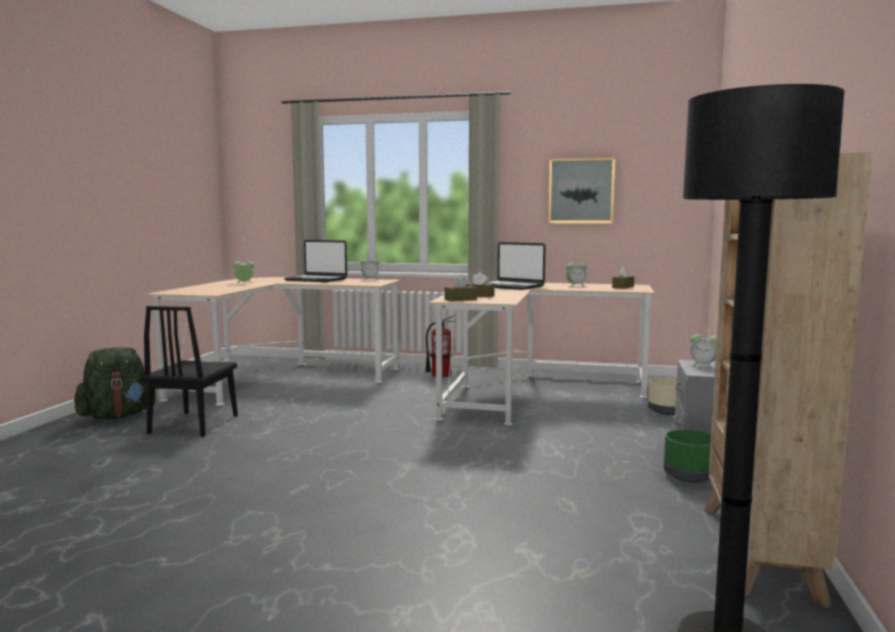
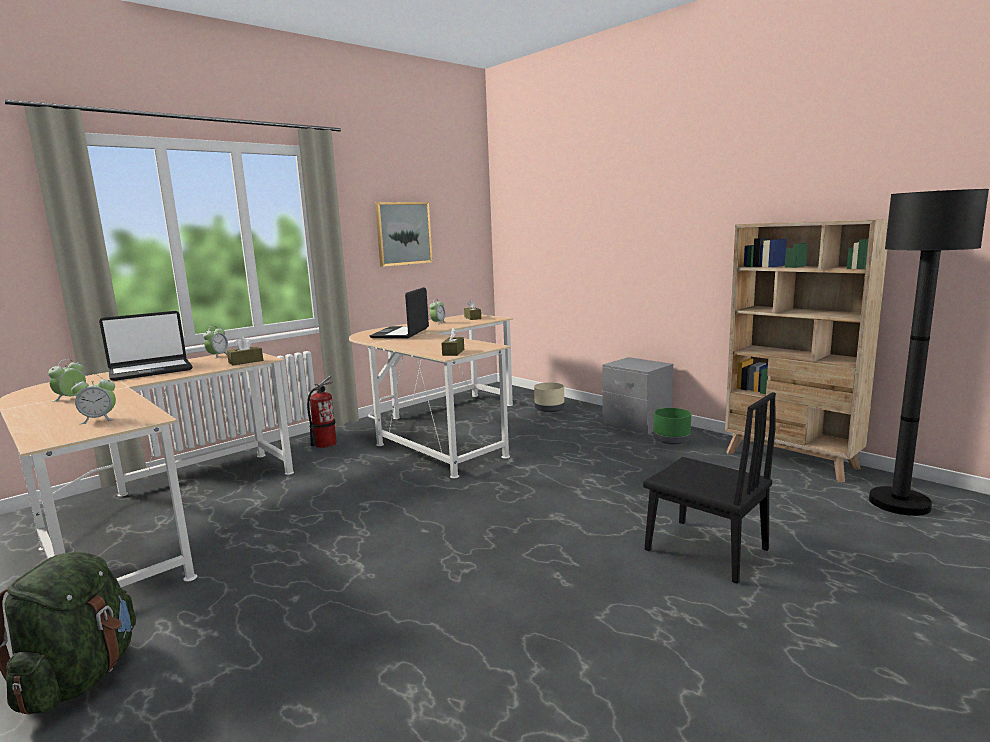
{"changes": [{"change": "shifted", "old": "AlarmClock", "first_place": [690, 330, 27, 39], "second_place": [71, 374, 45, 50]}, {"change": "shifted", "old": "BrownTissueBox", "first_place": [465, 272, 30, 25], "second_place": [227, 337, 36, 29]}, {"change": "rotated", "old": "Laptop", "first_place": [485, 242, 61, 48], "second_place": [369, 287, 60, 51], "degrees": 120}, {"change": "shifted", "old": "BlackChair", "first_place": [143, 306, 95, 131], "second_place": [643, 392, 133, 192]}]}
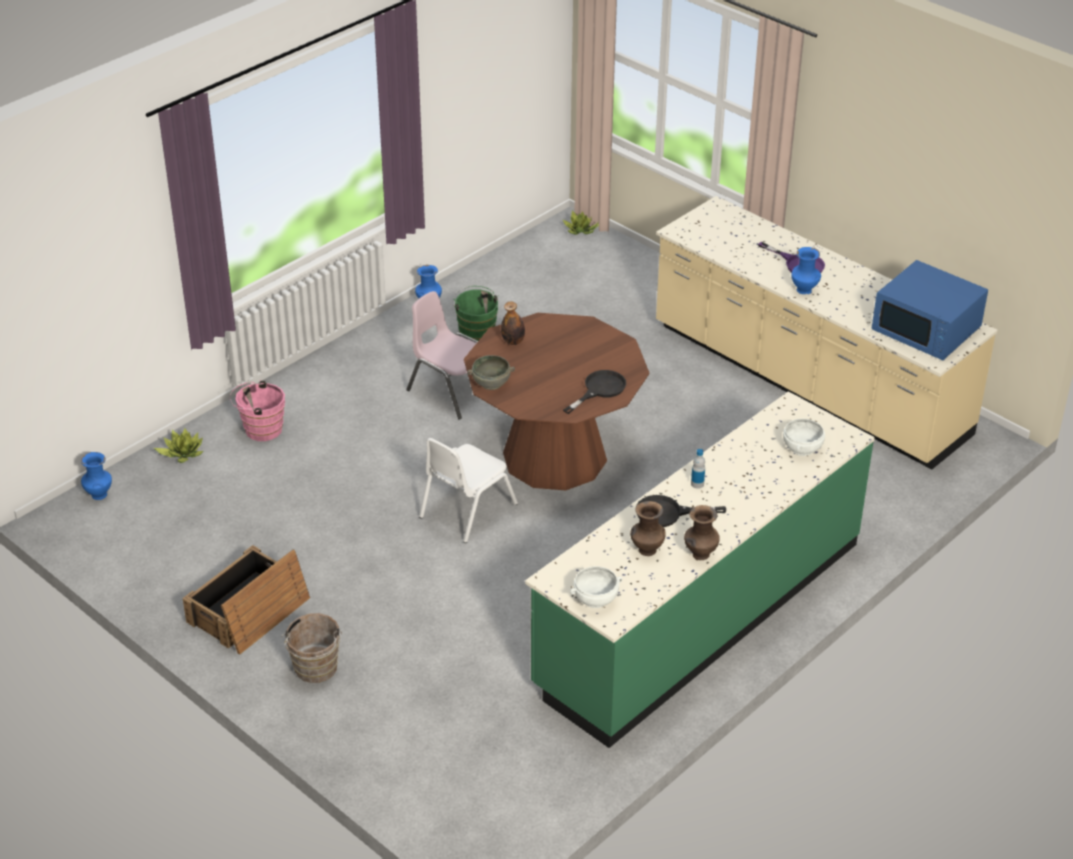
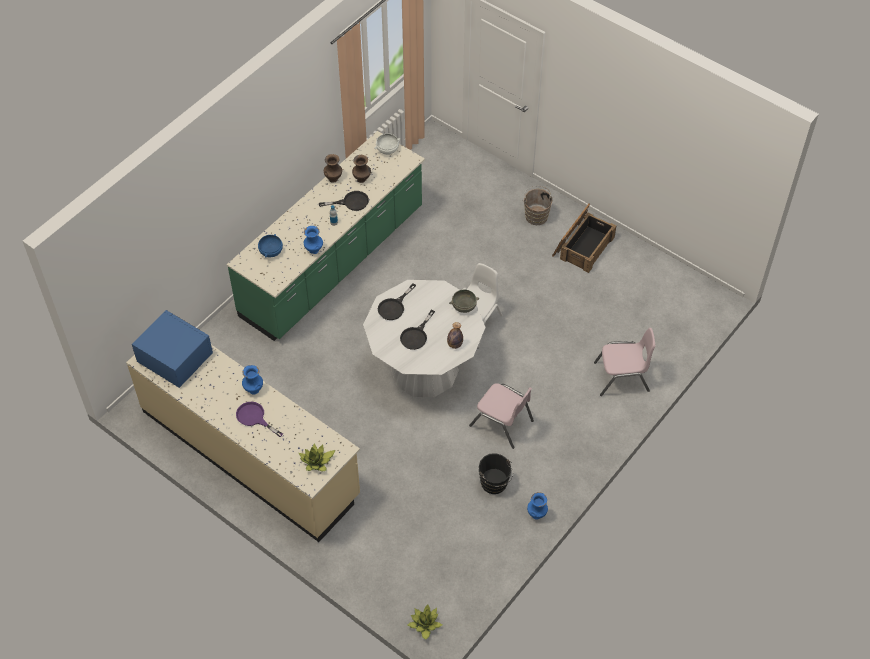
{"changes": [{"change": "repainted", "old": "WhiteBowl", "new": "BlueBowl", "first_place": [783, 419, 42, 37], "second_place": [258, 234, 25, 24]}, {"change": "shifted", "old": "PottedPlant", "first_place": [154, 428, 49, 35], "second_place": [299, 443, 36, 29]}, {"change": "shifted", "old": "BlueVase", "first_place": [81, 452, 31, 48], "second_place": [304, 226, 19, 28]}, {"change": "repainted", "old": "BrownDiningTable", "new": "WhiteDiningTable", "first_place": [464, 313, 186, 177], "second_place": [363, 280, 123, 117]}, {"change": "new", "new": "BlackFryingPan", "second_place": [400, 310, 35, 40]}, {"change": "repainted", "old": "GreenBucket", "new": "BlackBucket", "first_place": [453, 286, 46, 55], "second_place": [479, 453, 34, 41]}, {"change": "swapped", "old": "PinkBucket", "new": "PinkChair", "first_place": [230, 380, 55, 61], "second_place": [594, 328, 61, 68]}]}
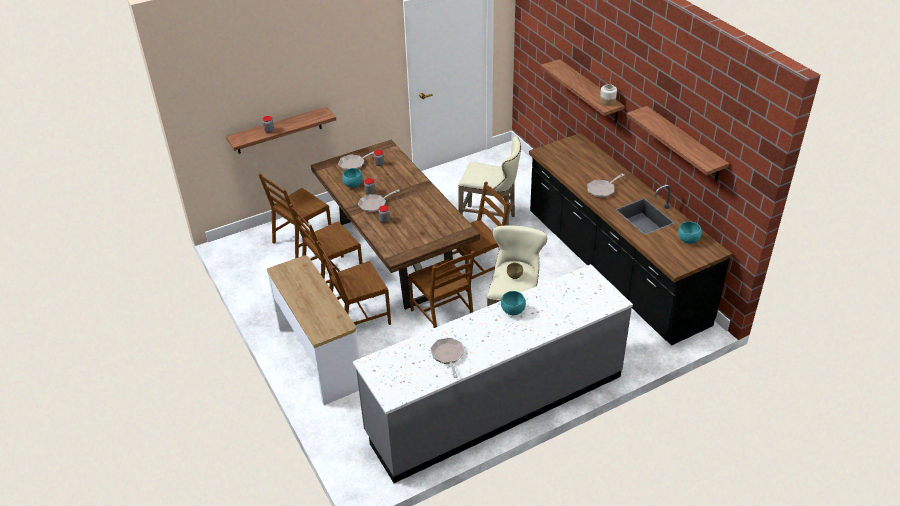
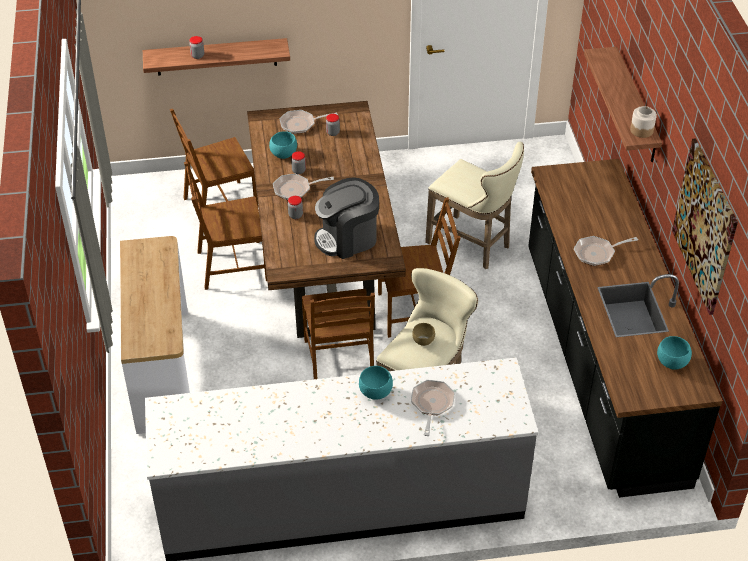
{"changes": [{"change": "new", "new": "CoffeeMachine", "second_place": [314, 177, 65, 82]}, {"change": "shifted", "old": "FryingPan", "first_place": [430, 338, 34, 40], "second_place": [411, 380, 44, 56]}, {"change": "swapped", "old": "Shelf", "new": "Picture", "first_place": [626, 106, 103, 75], "second_place": [672, 138, 66, 177]}, {"change": "gone", "old": "BrownChair", "first_place": [316, 241, 75, 84]}]}
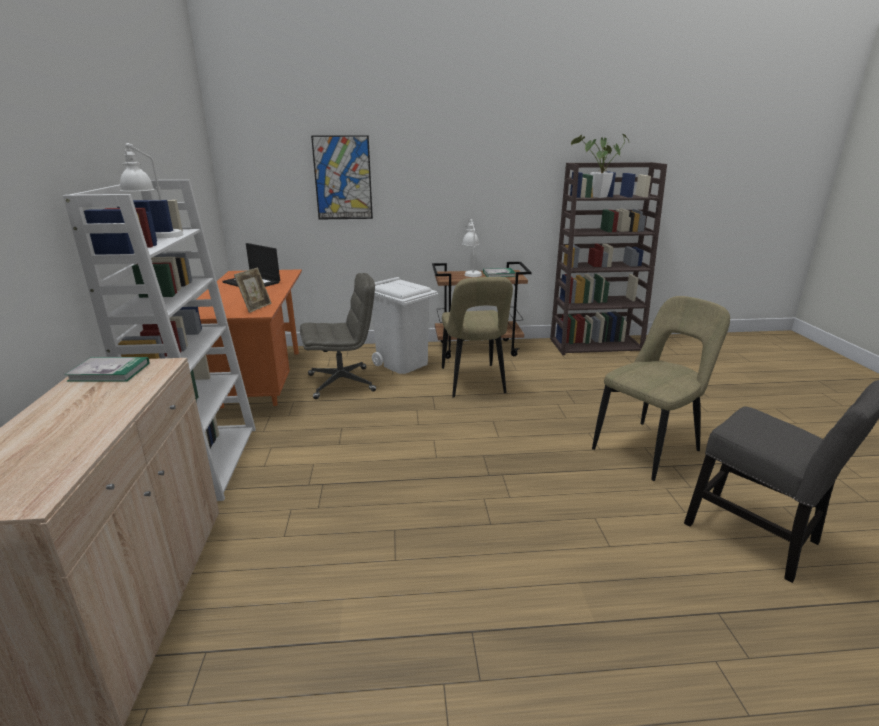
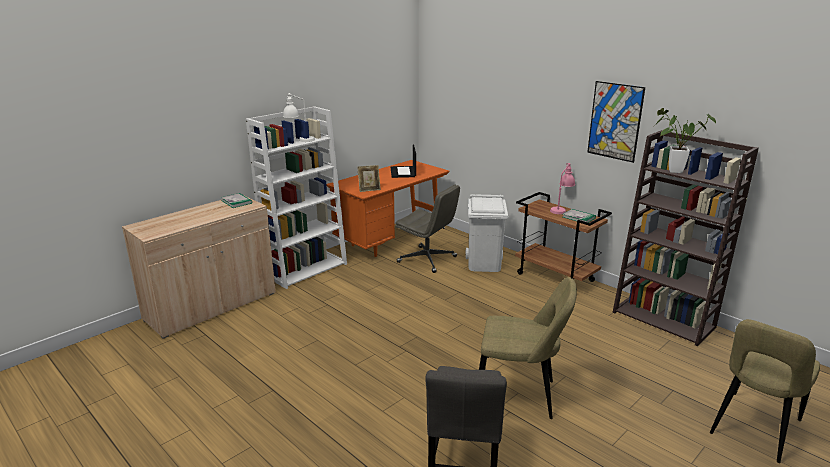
{"changes": [{"change": "repainted", "old": "WhiteTableLamp", "new": "PinkTableLamp", "first_place": [462, 219, 20, 58], "second_place": [550, 163, 25, 51]}, {"change": "shifted", "old": "Picture", "first_place": [311, 136, 62, 83], "second_place": [587, 81, 58, 82]}, {"change": "shifted", "old": "BeigeChair", "first_place": [442, 277, 71, 121], "second_place": [710, 319, 110, 144]}]}
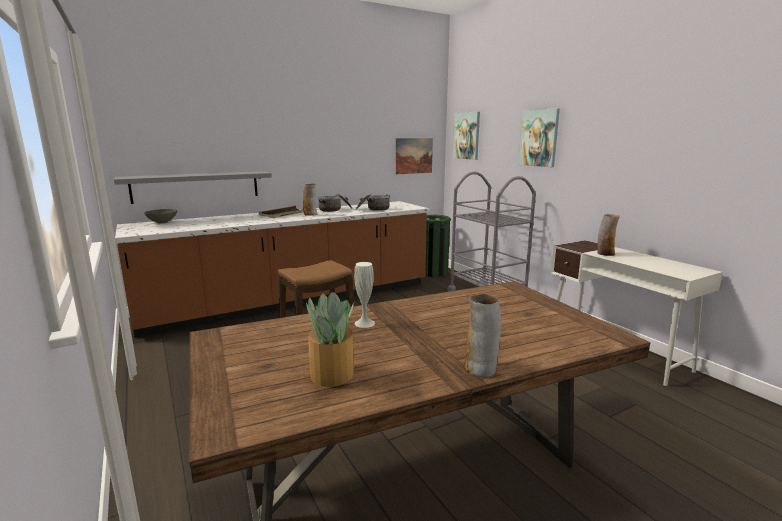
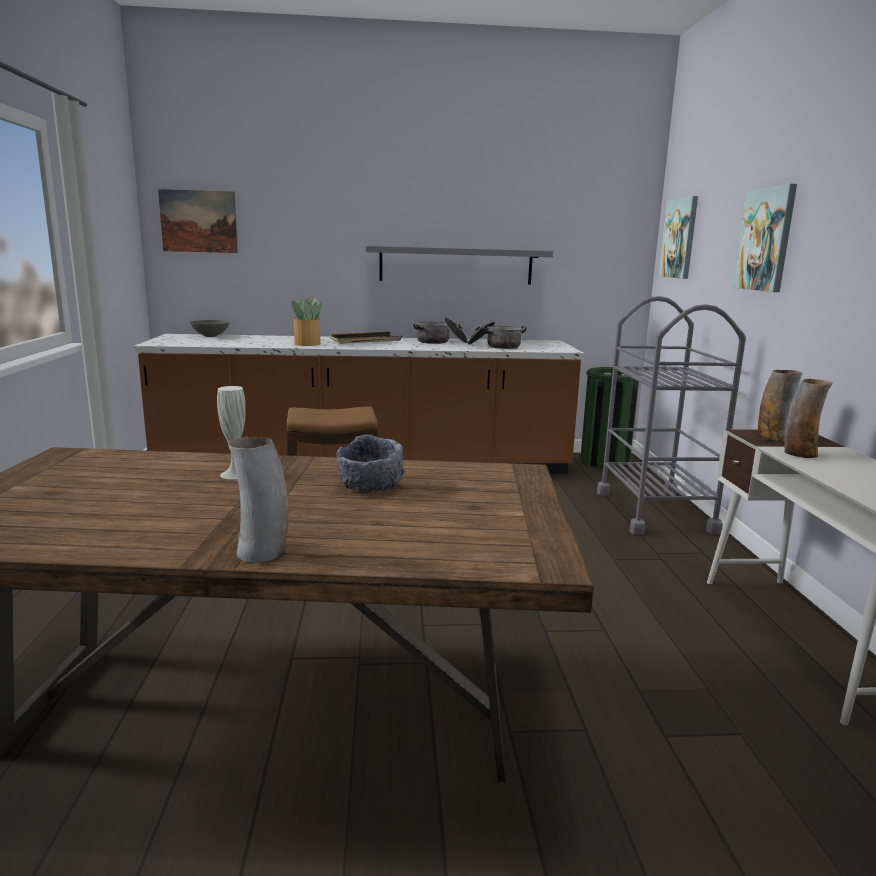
{"changes": [{"change": "shifted", "old": "Picture", "first_place": [395, 138, 38, 36], "second_place": [158, 189, 80, 64]}, {"change": "shifted", "old": "PottedPlant", "first_place": [306, 292, 48, 95], "second_place": [291, 298, 31, 48]}, {"change": "new", "new": "GreyBowl", "second_place": [337, 434, 68, 60]}, {"change": "shifted", "old": "GreyShelf", "first_place": [114, 171, 158, 33], "second_place": [366, 246, 187, 38]}, {"change": "shifted", "old": "Vase", "first_place": [303, 184, 14, 32], "second_place": [758, 370, 45, 72]}]}
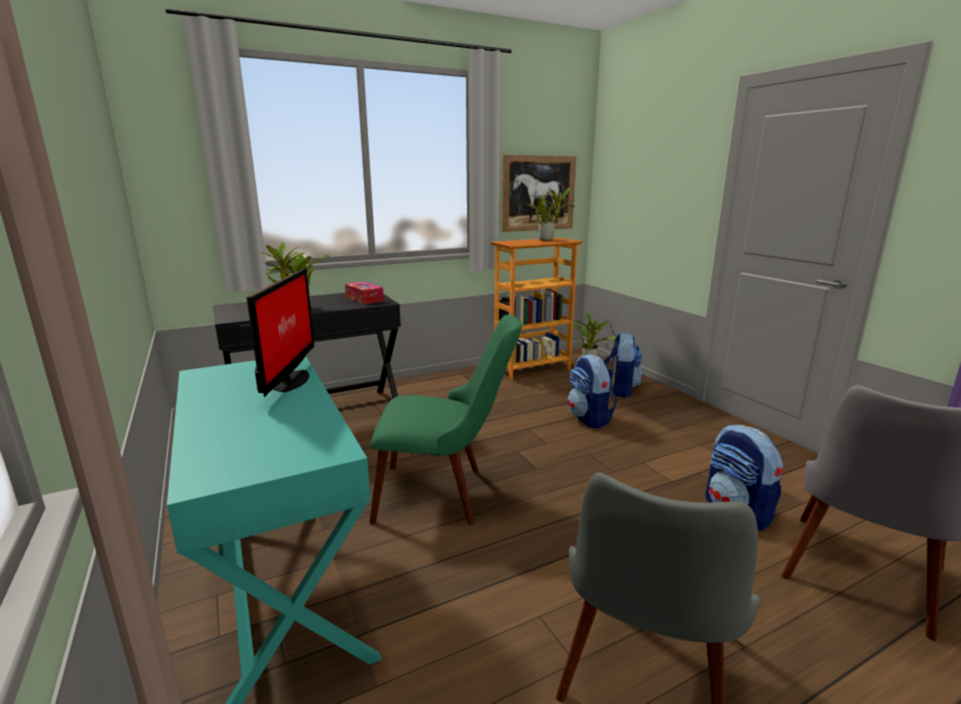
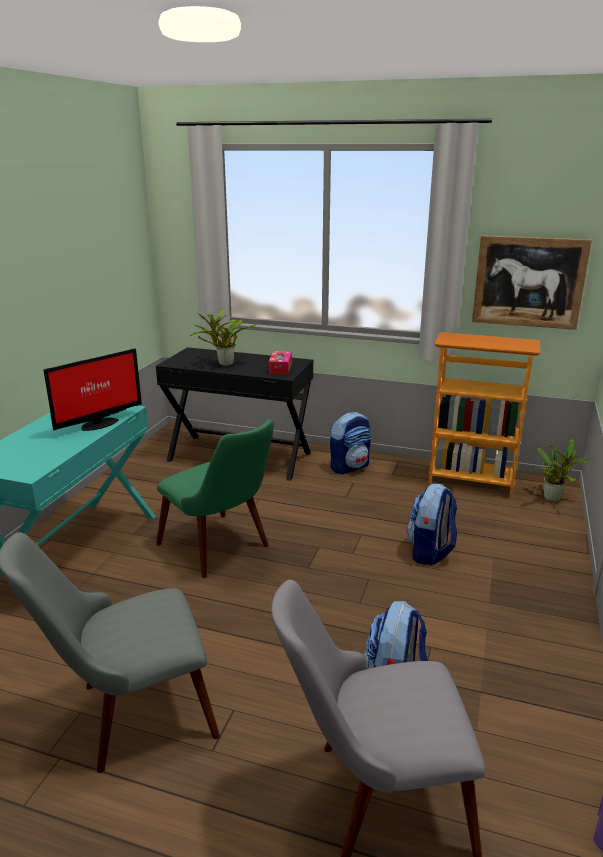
{"changes": [{"change": "shifted", "old": "Backpack", "first_place": [604, 332, 39, 66], "second_place": [330, 412, 41, 62]}, {"change": "gone", "old": "PottedPlant", "first_place": [518, 188, 57, 53]}]}
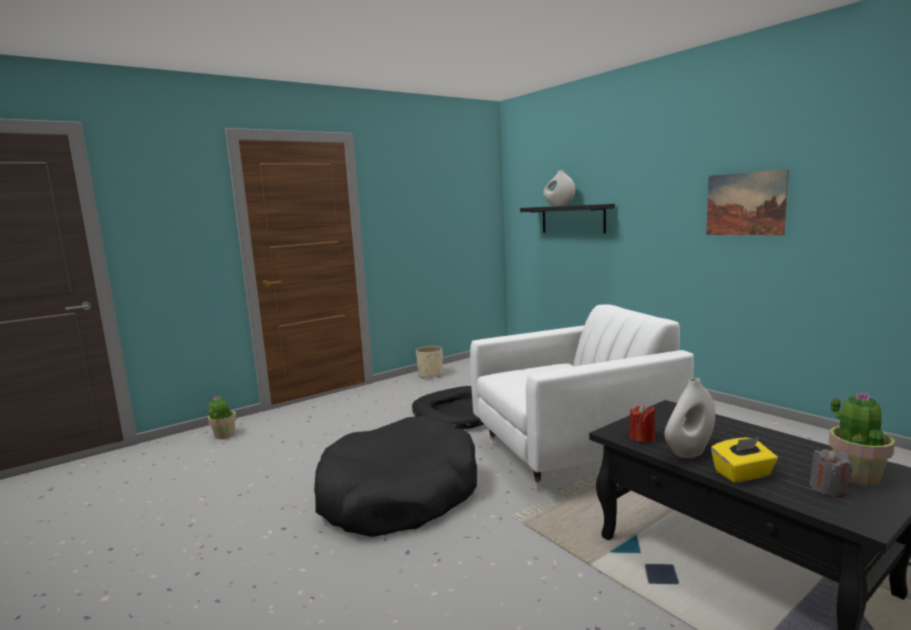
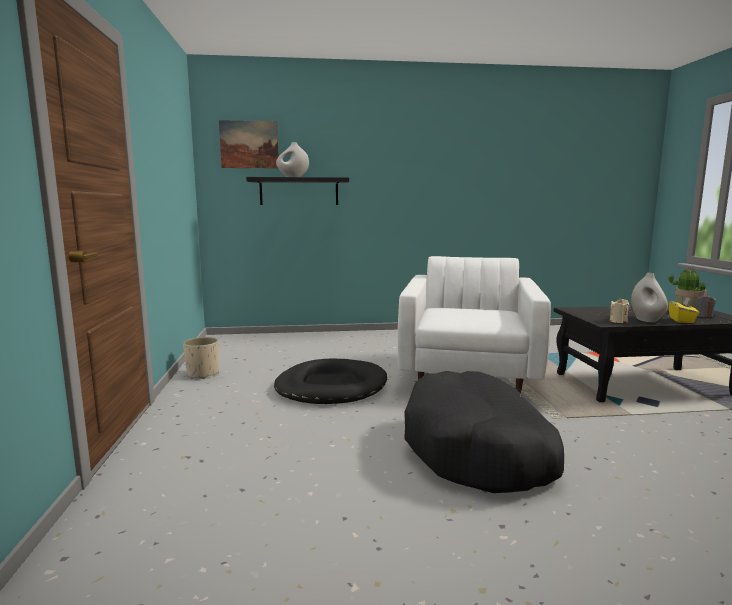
{"changes": [{"change": "shifted", "old": "Picture", "first_place": [706, 169, 83, 67], "second_place": [219, 120, 60, 48]}, {"change": "repainted", "old": "RedCandle", "new": "BeigeCandle", "first_place": [630, 404, 25, 38], "second_place": [610, 298, 19, 25]}, {"change": "gone", "old": "PottedPlant", "first_place": [208, 396, 29, 43]}]}
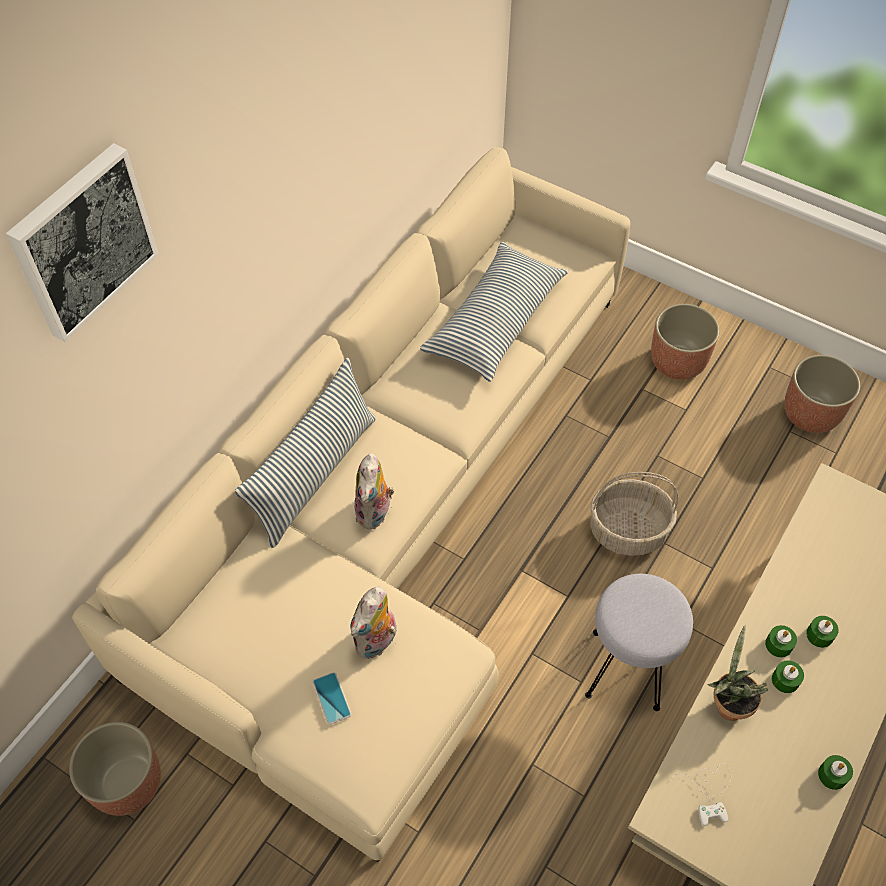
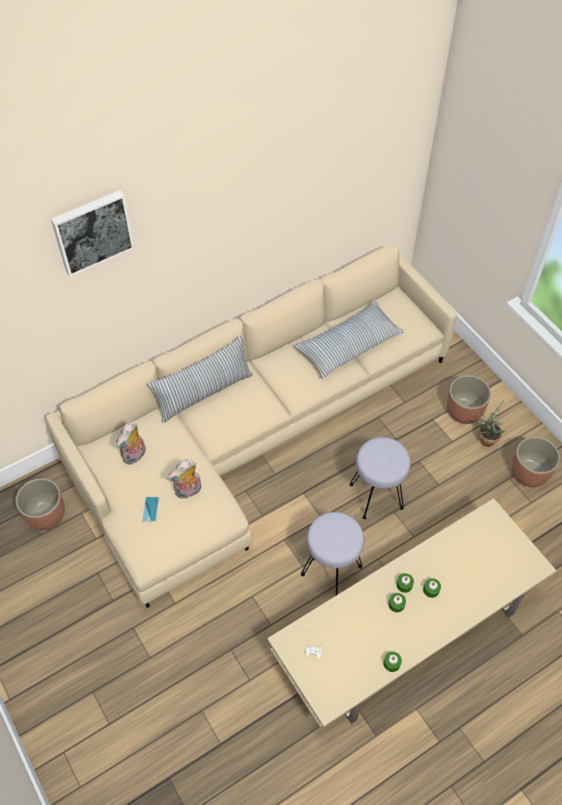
{"changes": [{"change": "shifted", "old": "PlushToy", "first_place": [354, 453, 40, 76], "second_place": [116, 422, 30, 43]}, {"change": "swapped", "old": "Basket", "new": "GreyStool", "first_place": [590, 472, 88, 84], "second_place": [350, 437, 61, 82]}, {"change": "shifted", "old": "PottedPlant", "first_place": [707, 625, 62, 96], "second_place": [476, 400, 29, 47]}]}
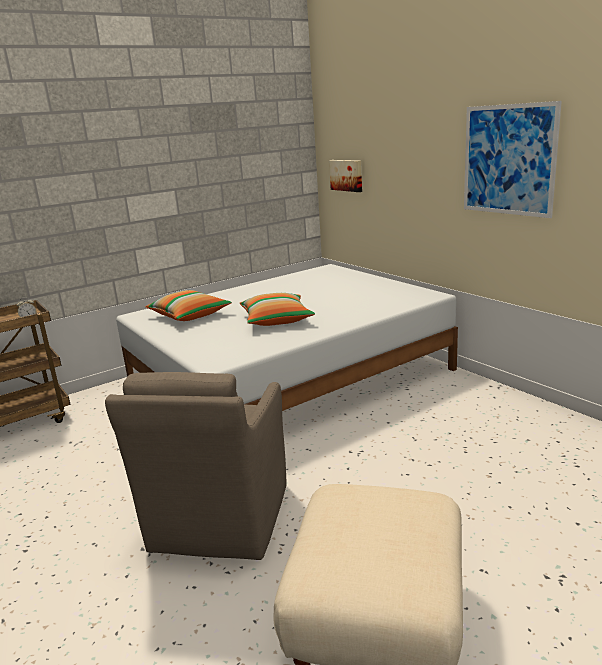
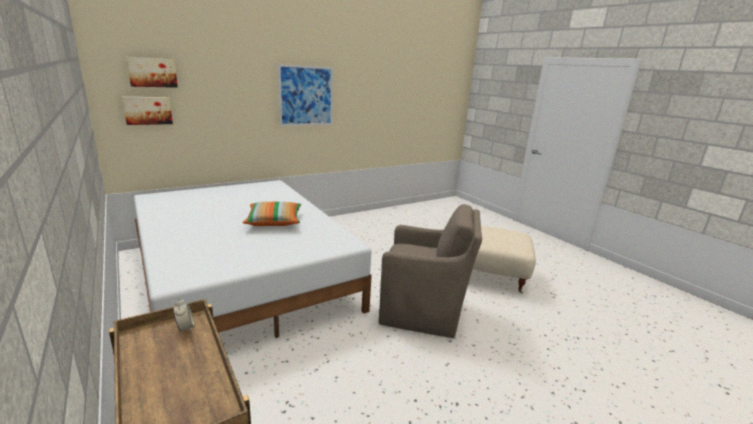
{"changes": [{"change": "new", "new": "Picture", "second_place": [126, 57, 52, 31]}, {"change": "gone", "old": "Pillow", "first_place": [145, 290, 87, 31]}]}
